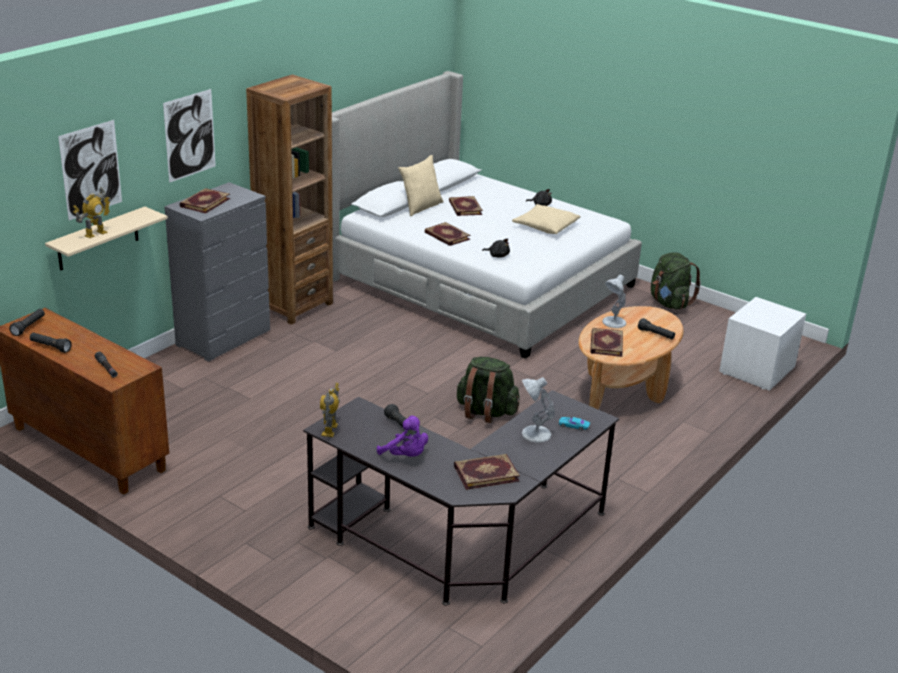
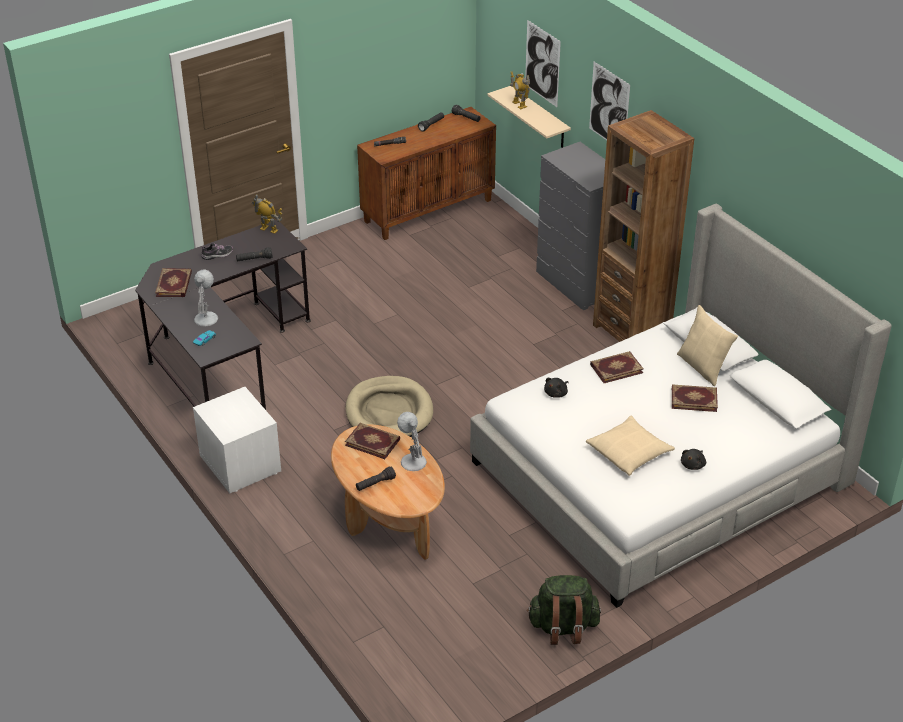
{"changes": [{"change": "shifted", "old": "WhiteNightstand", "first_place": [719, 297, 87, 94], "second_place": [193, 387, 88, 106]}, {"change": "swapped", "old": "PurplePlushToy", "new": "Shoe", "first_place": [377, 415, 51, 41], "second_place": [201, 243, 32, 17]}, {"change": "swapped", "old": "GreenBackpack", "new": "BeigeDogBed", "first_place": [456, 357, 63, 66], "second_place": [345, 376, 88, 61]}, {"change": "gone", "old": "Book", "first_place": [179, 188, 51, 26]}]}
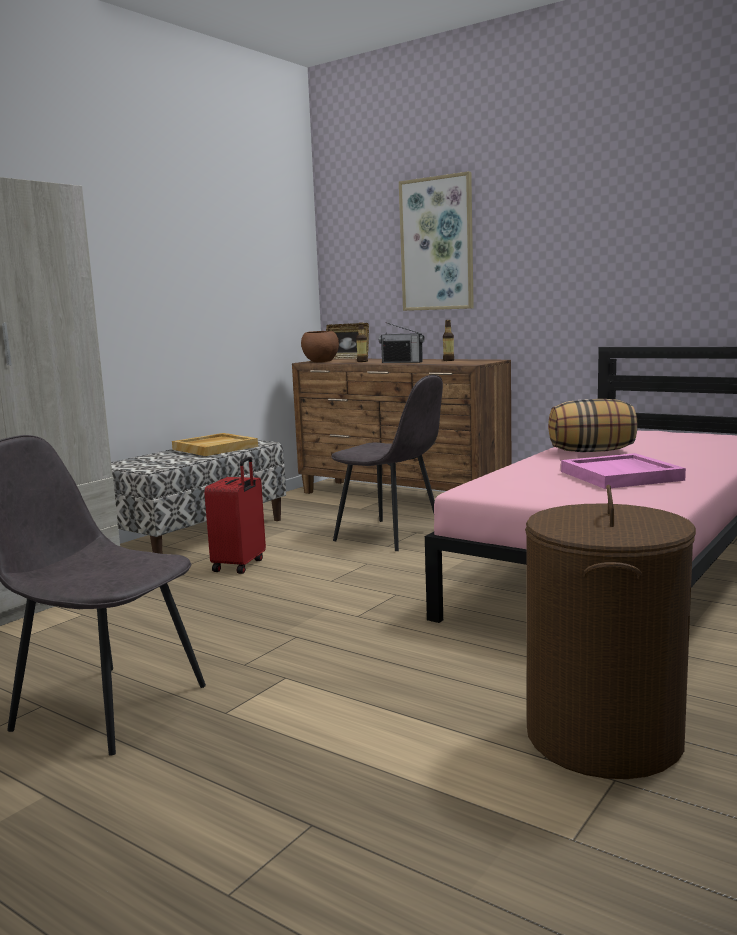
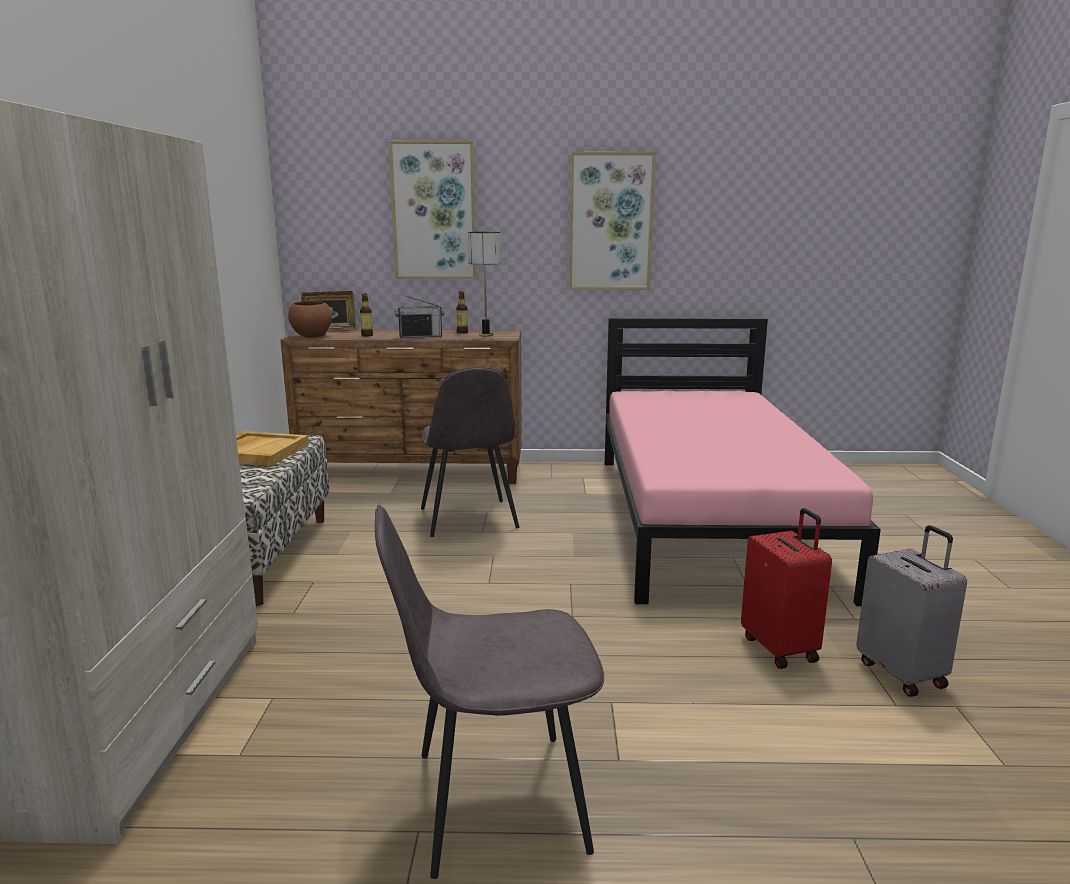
{"changes": [{"change": "rotated", "old": "GreyChair", "first_place": [331, 375, 112, 176], "second_place": [421, 367, 98, 170], "degrees": 75}, {"change": "new", "new": "TableLamp", "second_place": [468, 232, 33, 104]}, {"change": "new", "new": "Picture", "second_place": [569, 152, 87, 138]}, {"change": "shifted", "old": "RedSuitcase", "first_place": [204, 457, 62, 117], "second_place": [741, 508, 91, 161]}, {"change": "swapped", "old": "BrownLaundryBasket", "new": "GreySuitcase", "first_place": [525, 485, 171, 294], "second_place": [856, 525, 111, 172]}, {"change": "gone", "old": "Pillow", "first_place": [548, 399, 90, 53]}, {"change": "gone", "old": "PinkTray", "first_place": [561, 453, 125, 36]}]}
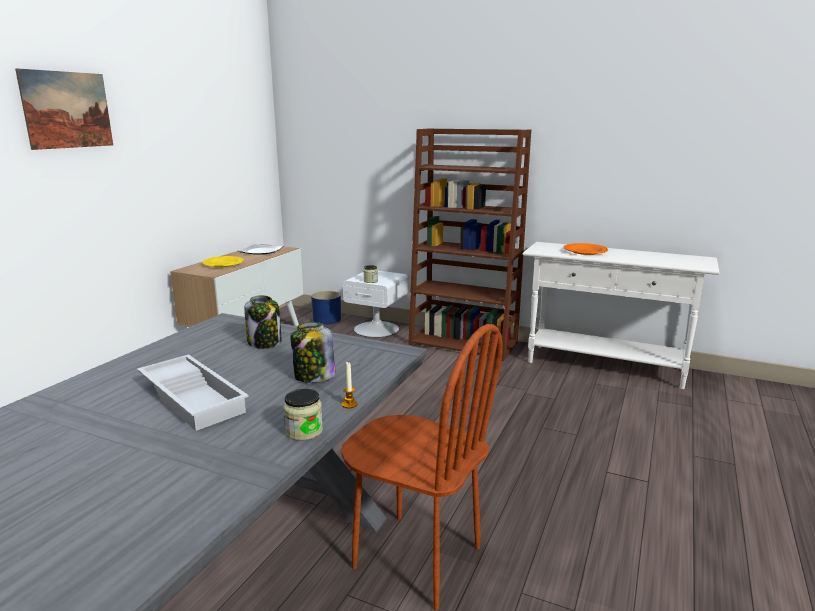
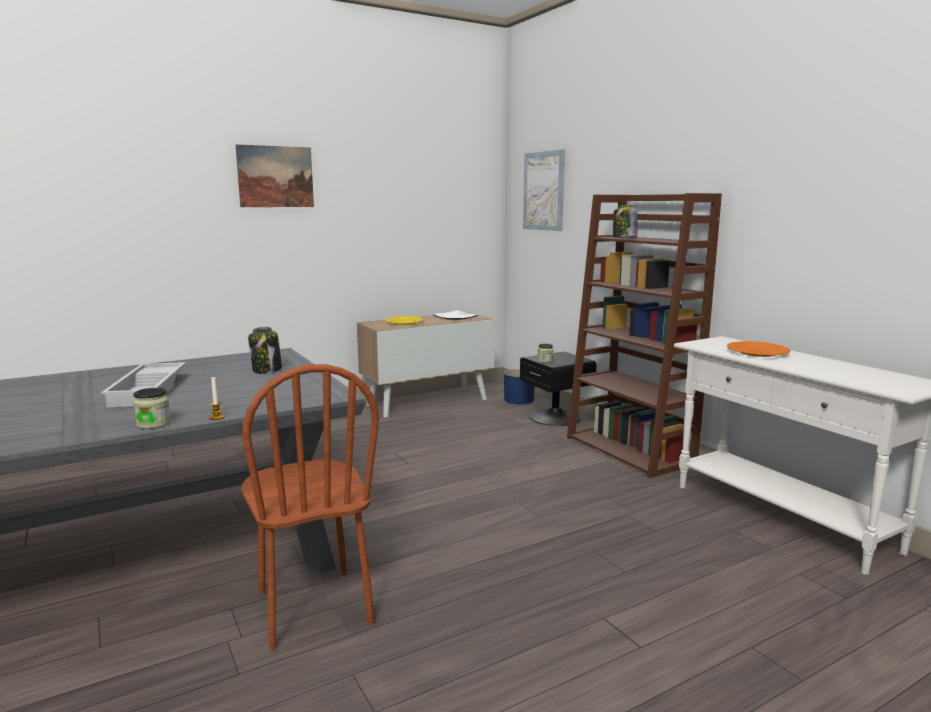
{"changes": [{"change": "repainted", "old": "WhiteNightstand", "new": "BlackNightstand", "first_place": [343, 271, 65, 66], "second_place": [520, 352, 77, 74]}, {"change": "new", "new": "Picture", "second_place": [523, 149, 42, 82]}, {"change": "shifted", "old": "Jar", "first_place": [290, 322, 46, 60], "second_place": [613, 205, 25, 33]}]}
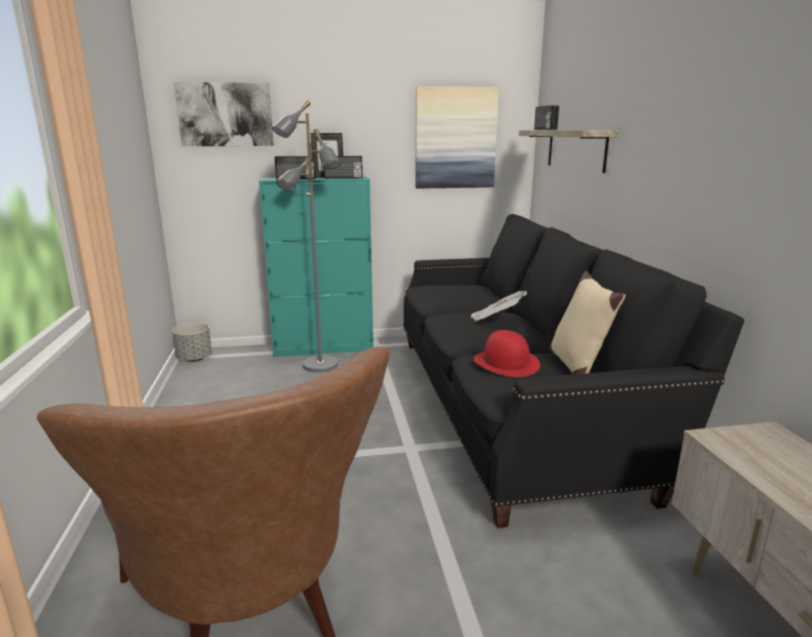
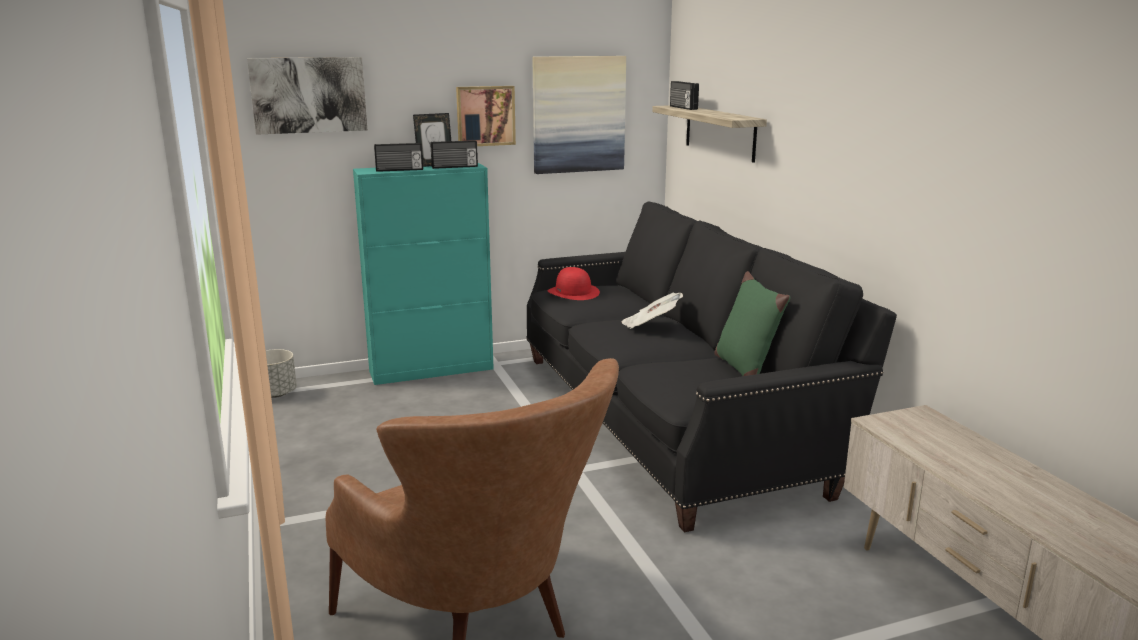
{"changes": [{"change": "new", "new": "Picture", "second_place": [456, 86, 60, 60]}, {"change": "shifted", "old": "RedHat", "first_place": [473, 330, 67, 47], "second_place": [548, 267, 52, 33]}, {"change": "repainted", "old": "BeigePillow", "new": "GreenPillow", "first_place": [550, 271, 75, 103], "second_place": [714, 271, 76, 105]}, {"change": "gone", "old": "GreyFloorLamp", "first_place": [272, 101, 69, 272]}]}
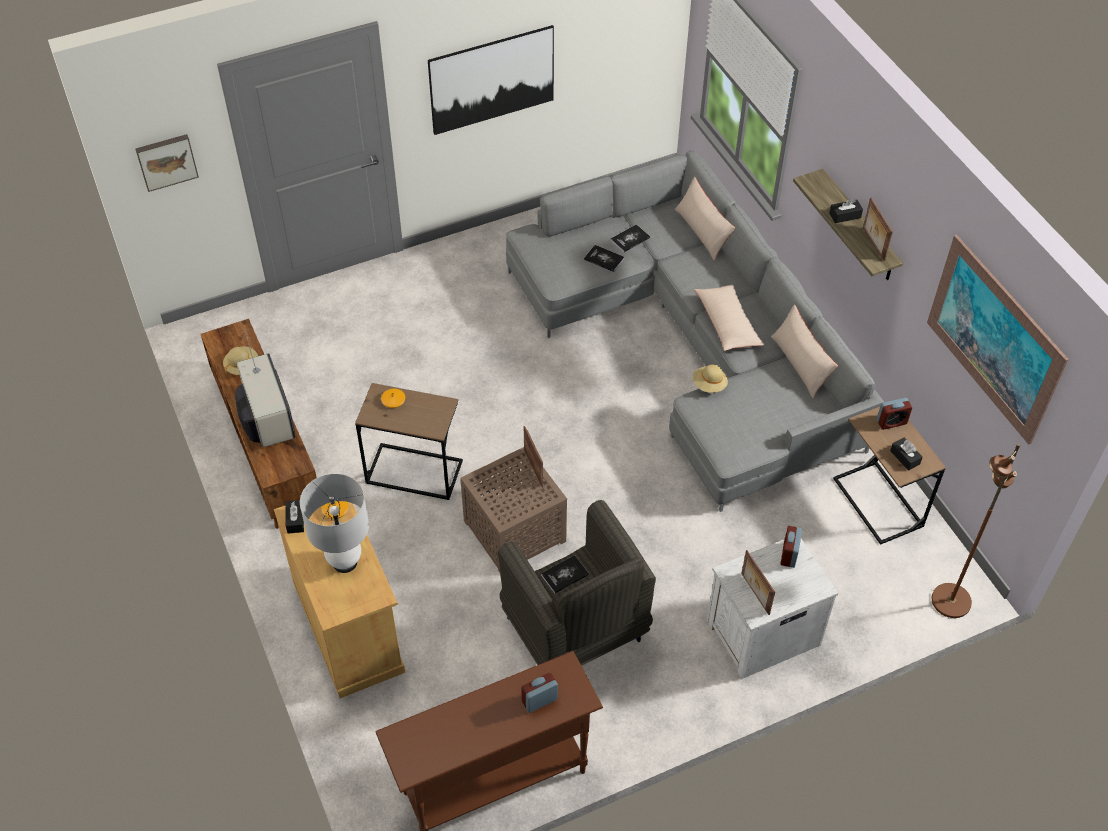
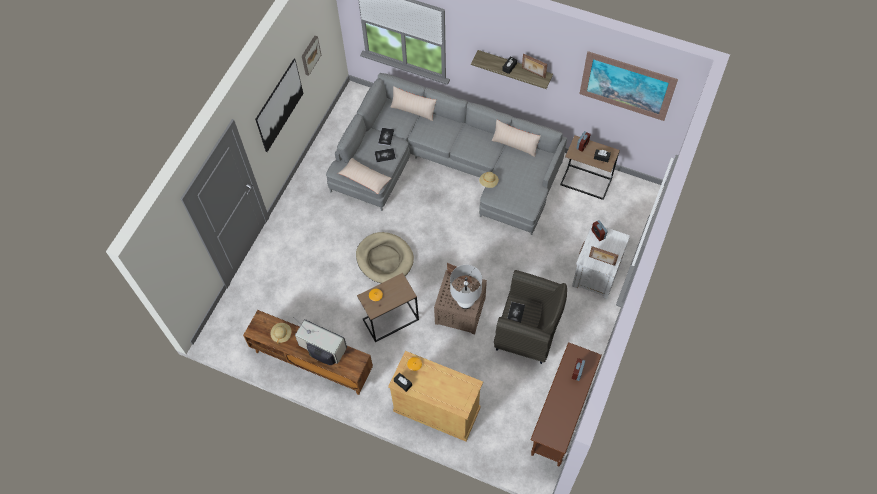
{"changes": [{"change": "shifted", "old": "Picture", "first_place": [135, 134, 64, 58], "second_place": [302, 36, 19, 40]}, {"change": "shifted", "old": "BeigePillow", "first_place": [694, 285, 70, 66], "second_place": [338, 158, 53, 36]}, {"change": "new", "new": "BeigeDogBed", "second_place": [356, 232, 58, 51]}, {"change": "shifted", "old": "WhiteTableLamp", "first_place": [300, 474, 69, 99], "second_place": [450, 265, 32, 44]}, {"change": "gone", "old": "BrownFloorLamp", "first_place": [932, 443, 88, 175]}]}
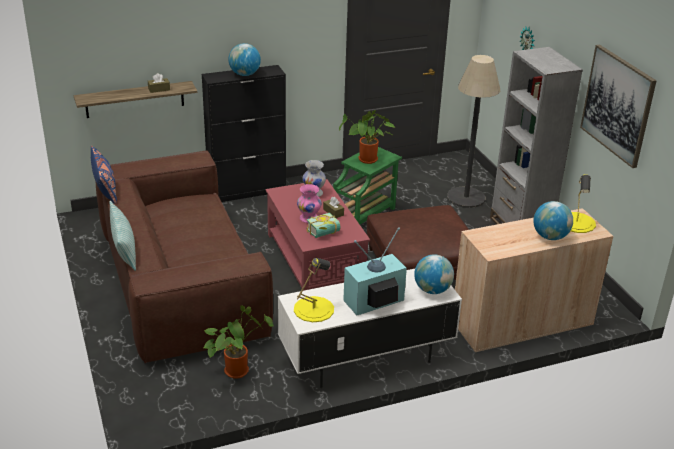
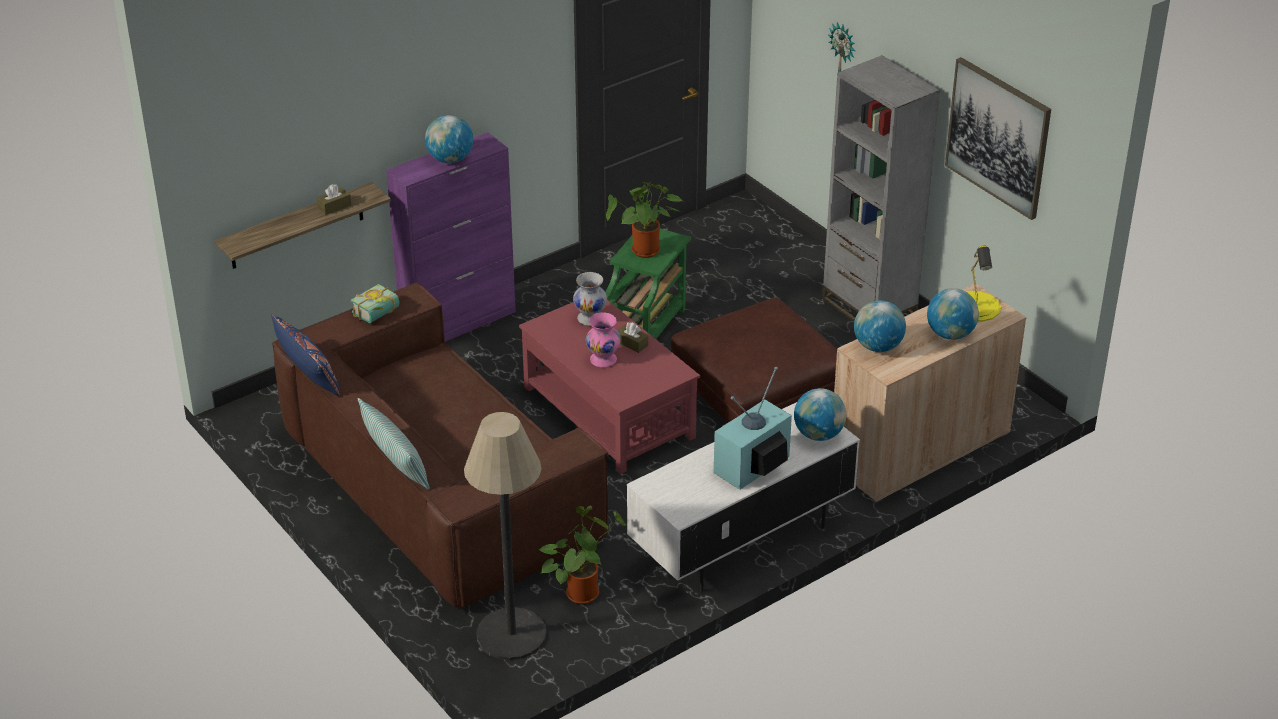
{"changes": [{"change": "shifted", "old": "Book", "first_place": [306, 213, 35, 25], "second_place": [351, 284, 48, 39]}, {"change": "repainted", "old": "BlackCabinet", "new": "PurpleCabinet", "first_place": [202, 65, 84, 137], "second_place": [386, 132, 130, 210]}, {"change": "shifted", "old": "FloorLamp", "first_place": [447, 55, 53, 153], "second_place": [464, 412, 83, 248]}, {"change": "new", "new": "Globe", "second_place": [854, 300, 52, 52]}, {"change": "gone", "old": "YellowTableLamp", "first_place": [294, 258, 40, 64]}]}
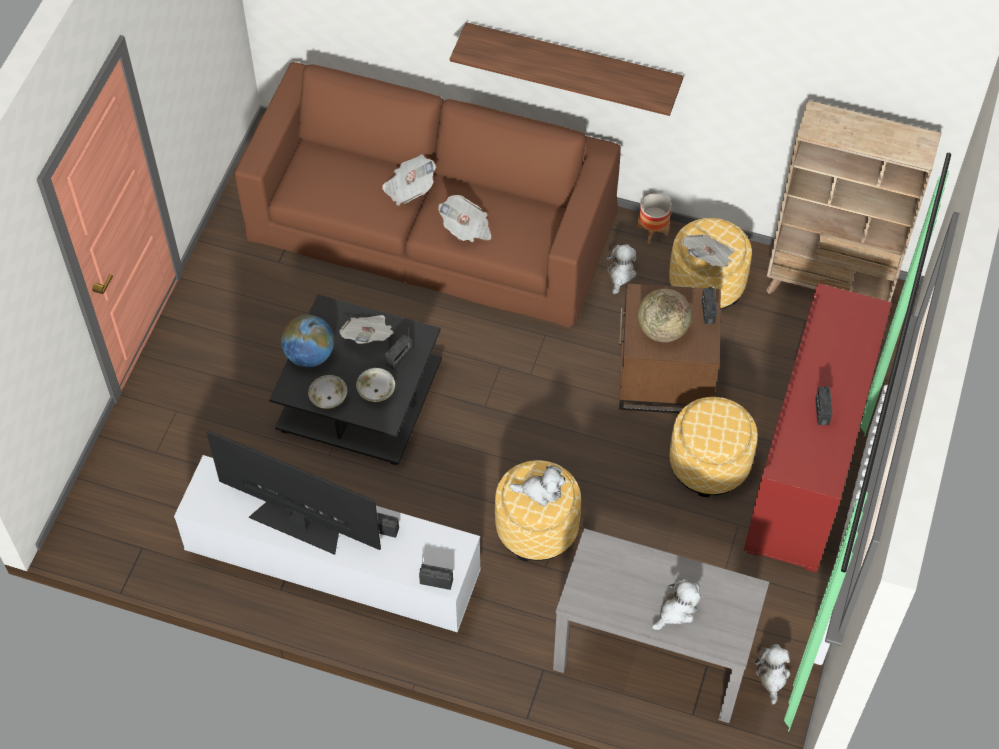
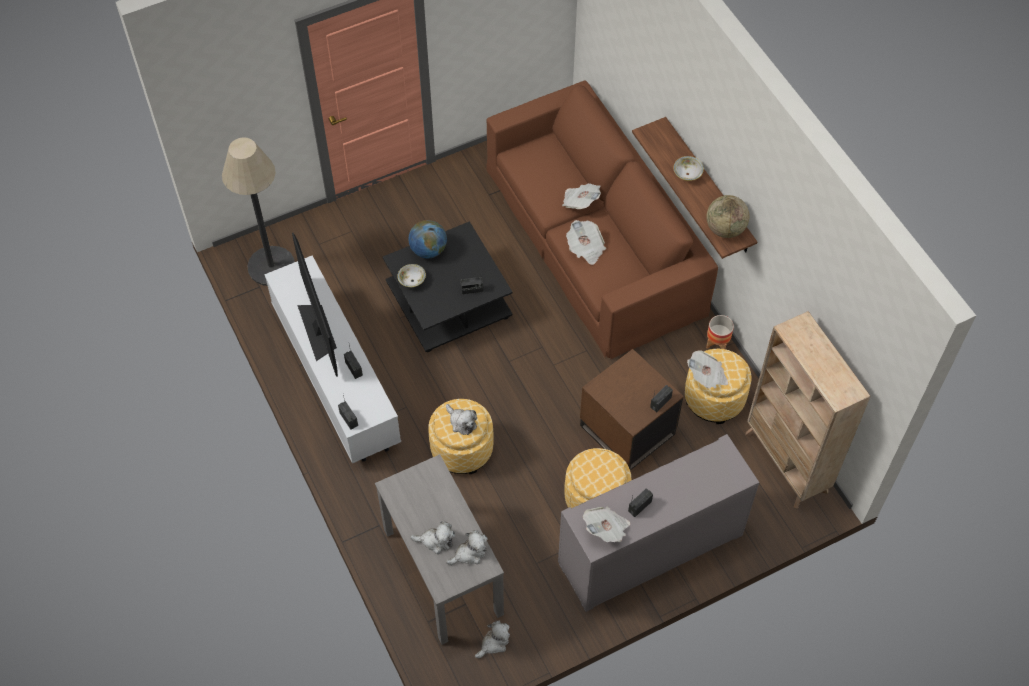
{"changes": [{"change": "new", "new": "FloorLamp", "second_place": [222, 137, 73, 149]}, {"change": "shifted", "old": "PlushToy", "first_place": [607, 244, 30, 50], "second_place": [446, 530, 41, 35]}, {"change": "repainted", "old": "RedCabinet", "new": "GreyCabinet", "first_place": [744, 283, 148, 290], "second_place": [558, 434, 201, 178]}, {"change": "shifted", "old": "Newspaper", "first_place": [339, 315, 54, 29], "second_place": [583, 507, 47, 35]}, {"change": "shifted", "old": "Bowl", "first_place": [356, 368, 39, 34], "second_place": [673, 156, 31, 25]}, {"change": "shifted", "old": "Globe", "first_place": [638, 289, 54, 53], "second_place": [706, 195, 44, 43]}]}
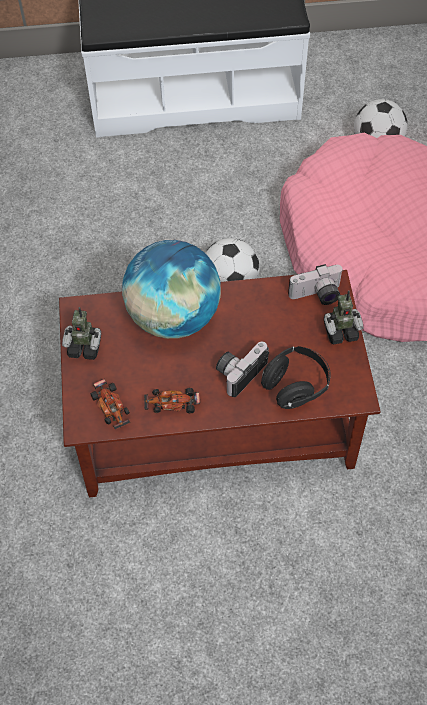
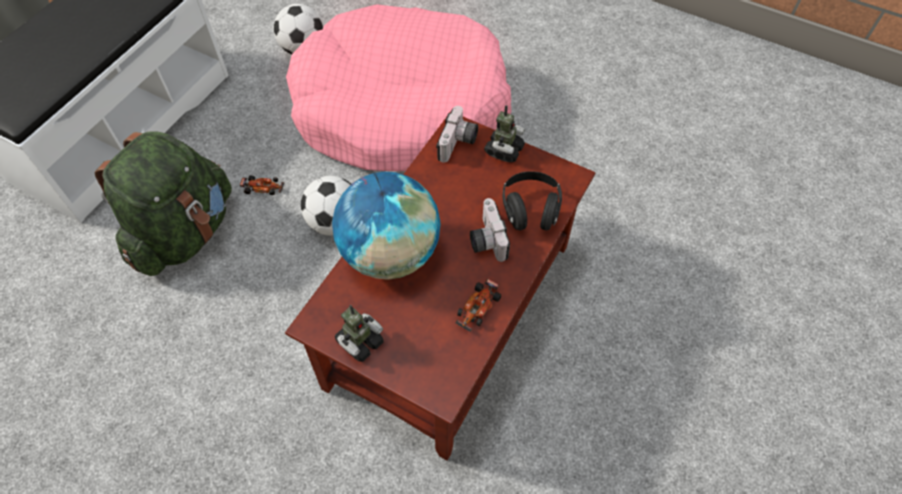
{"changes": [{"change": "new", "new": "GreenBackpack", "second_place": [95, 131, 137, 145]}, {"change": "shifted", "old": "ToyCar", "first_place": [91, 379, 39, 50], "second_place": [240, 175, 44, 20]}]}
